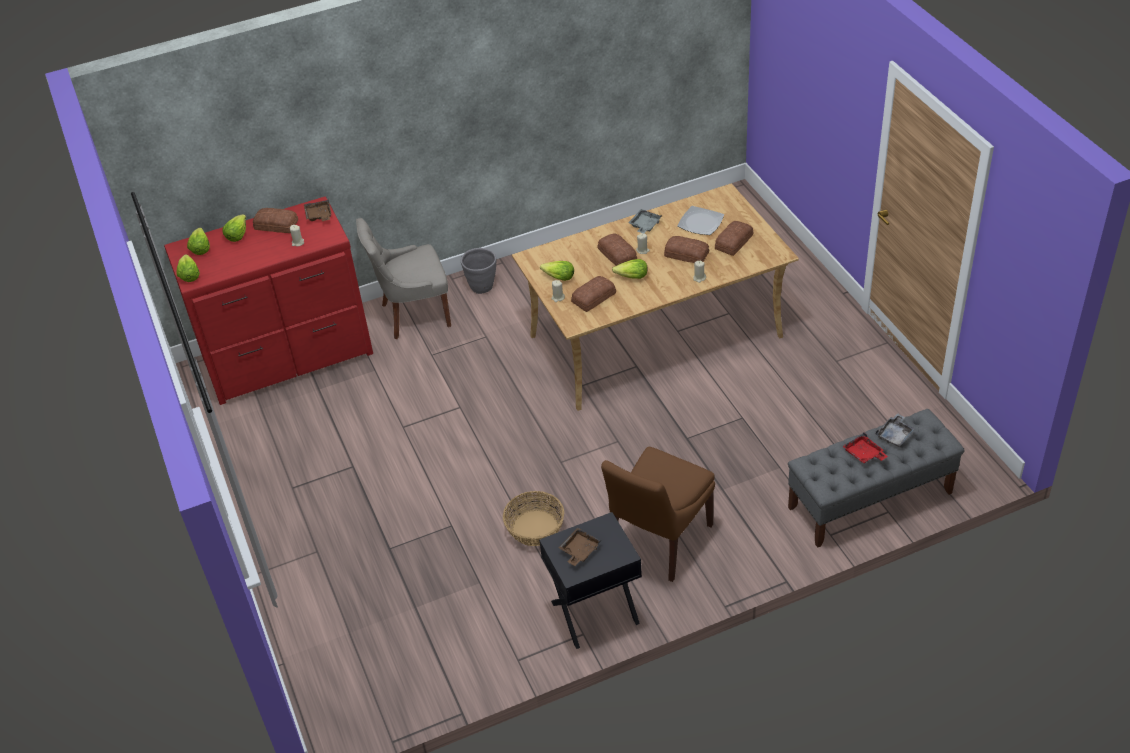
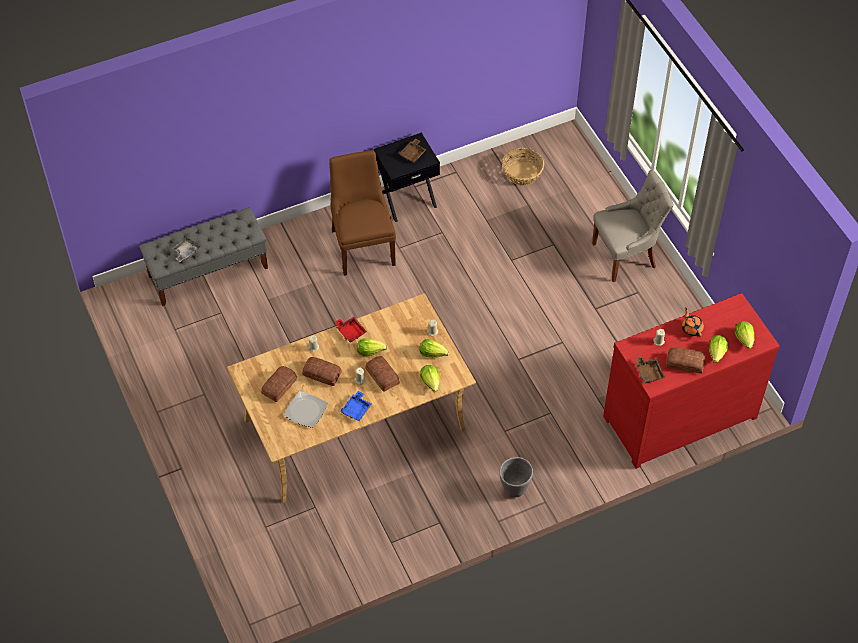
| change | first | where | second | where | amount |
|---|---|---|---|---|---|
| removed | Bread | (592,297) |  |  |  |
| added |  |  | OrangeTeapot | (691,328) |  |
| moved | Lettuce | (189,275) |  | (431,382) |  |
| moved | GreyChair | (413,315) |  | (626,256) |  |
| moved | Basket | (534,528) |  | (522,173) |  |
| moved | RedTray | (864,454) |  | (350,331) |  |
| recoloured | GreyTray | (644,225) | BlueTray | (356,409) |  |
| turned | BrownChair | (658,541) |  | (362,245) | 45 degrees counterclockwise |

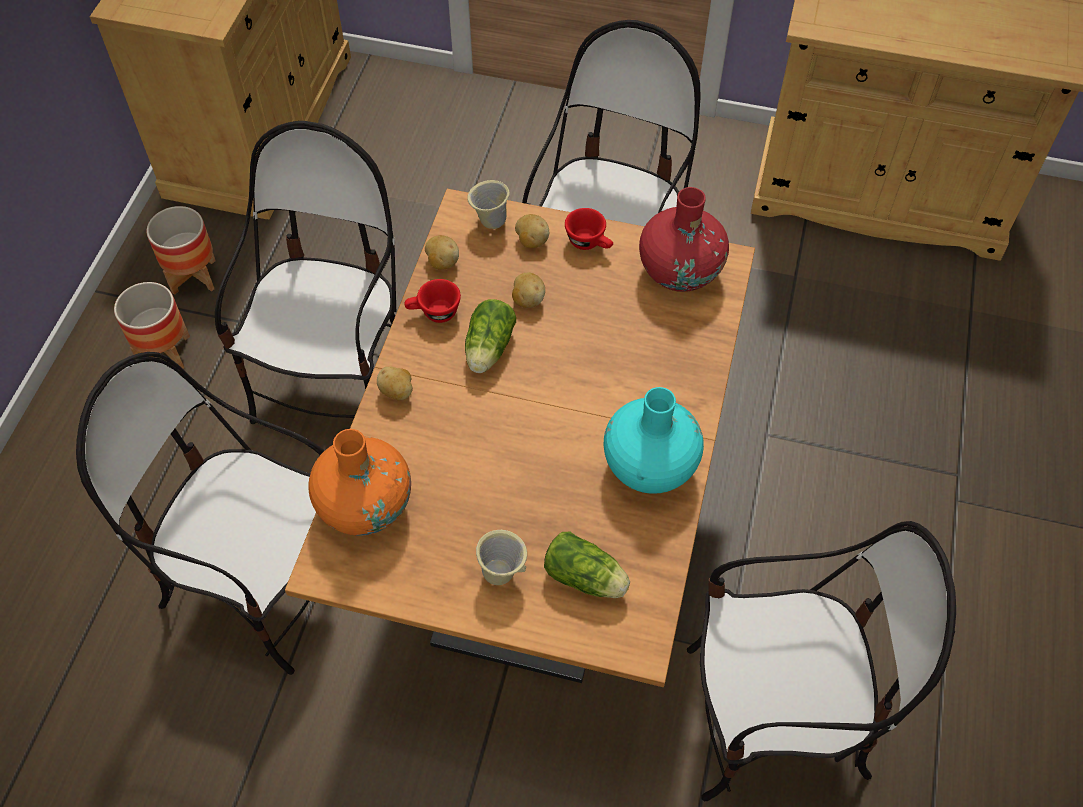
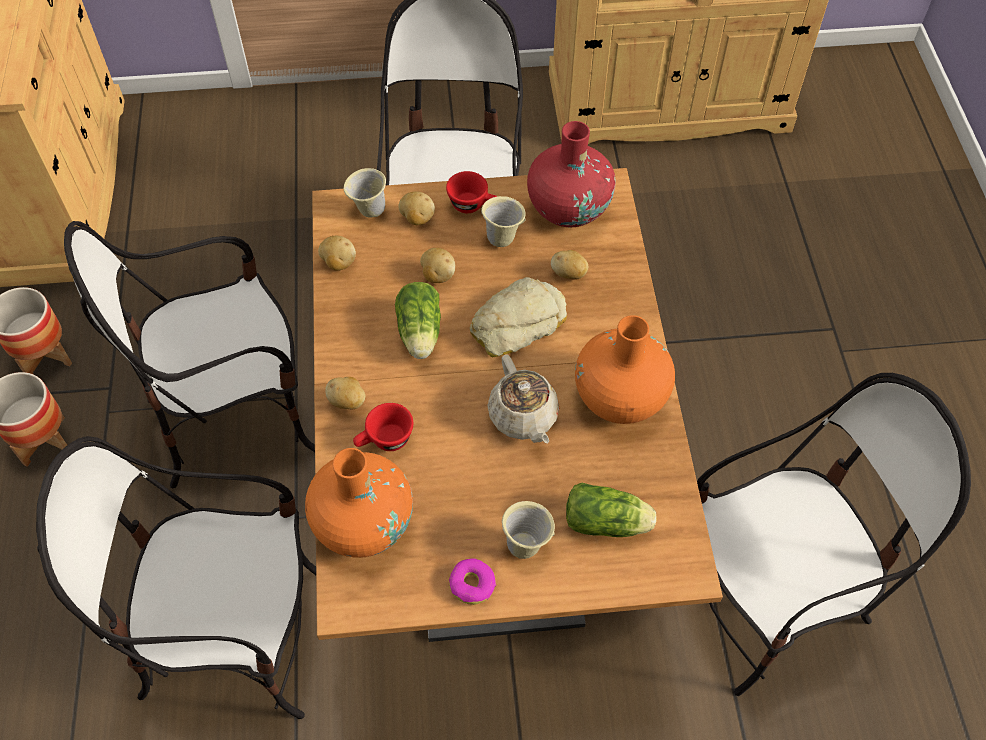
| change | first | where | second | where | amount |
|---|---|---|---|---|---|
| added |  |  | Donut | (472,585) |  |
| added |  |  | Bread | (517,323) |  |
| added |  |  | BeigeMug | (503,238) |  |
| added |  |  | BeigeTeapot | (523,416) |  |
| added |  |  | Potato | (568,274) |  |
| moved | RedCup | (434,313) |  | (385,441) |  |
| recoloured | TurquoiseVase | (649,466) | OrangeVase | (620,397) |  |
| turned | Chair | (336,381) |  | (234,417) | 105 degrees counterclockwise |

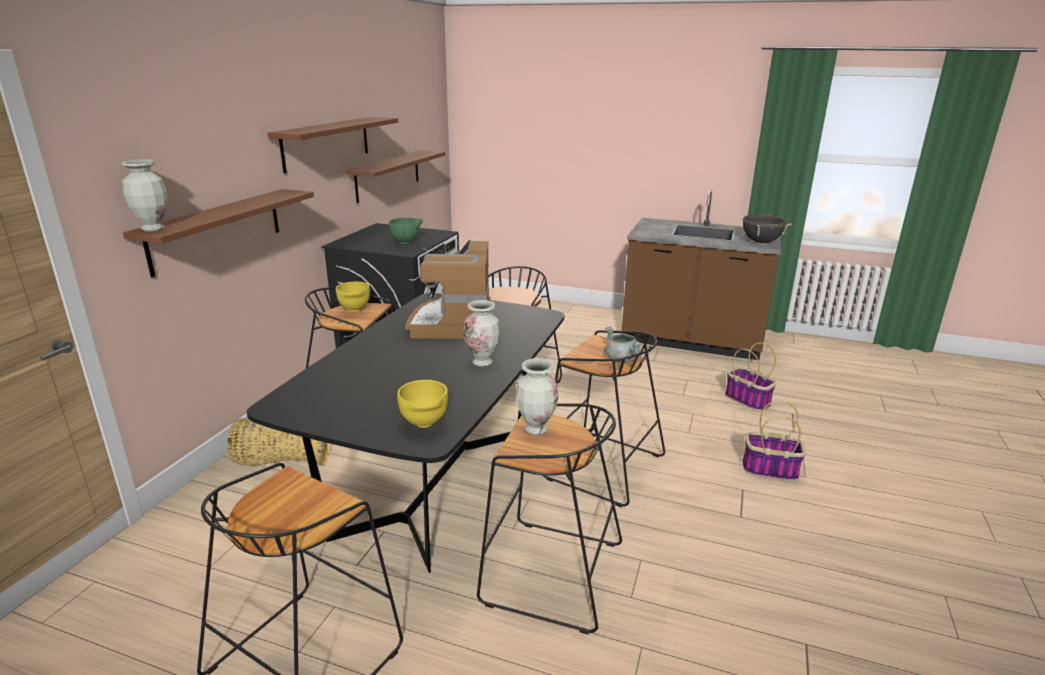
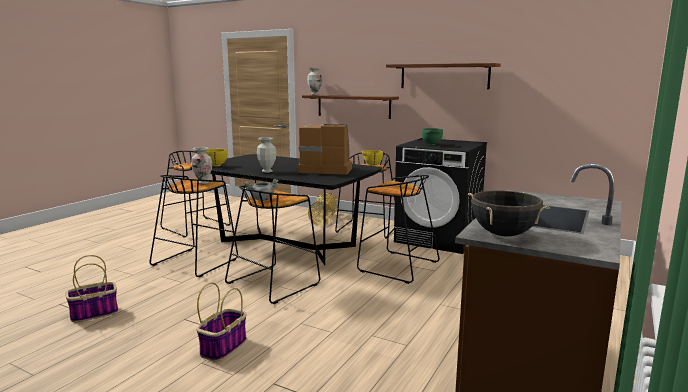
| change | first | where | second | where | amount |
|---|---|---|---|---|---|
| removed | BrownShelf | (388,175) |  |  |  |
| moved | Basket | (748,400) |  | (93,314) |  |

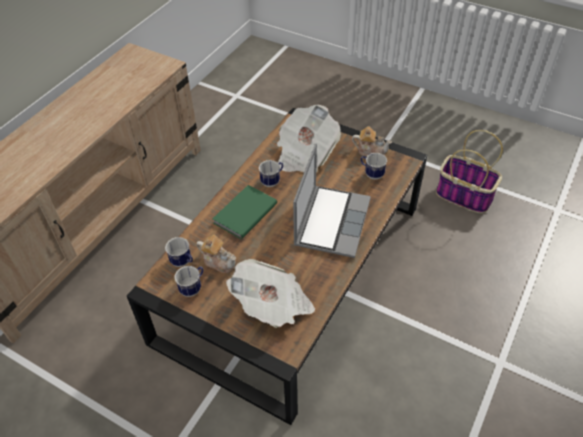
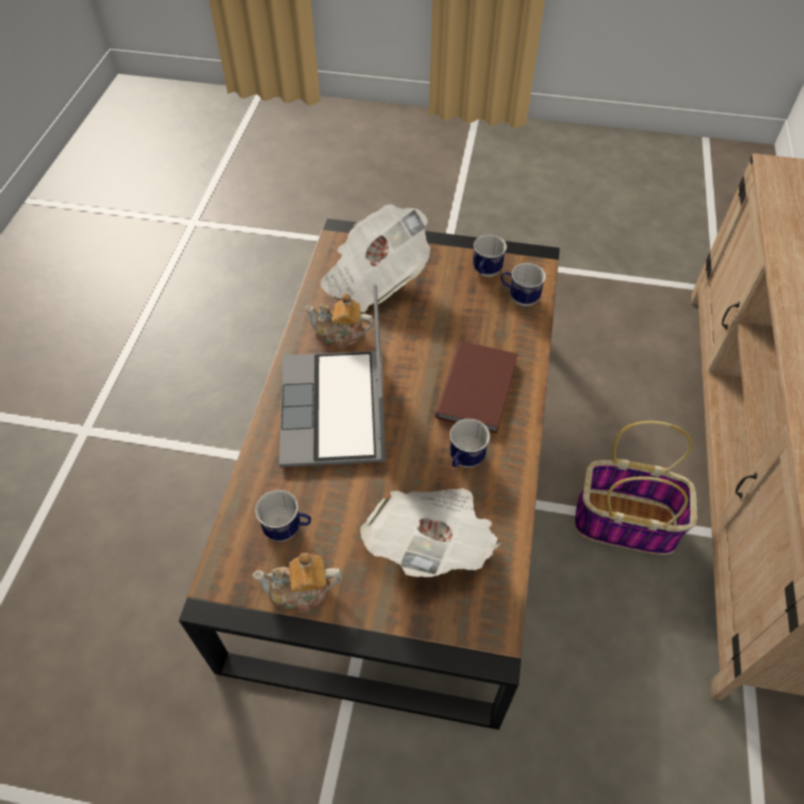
| change | first | where | second | where | amount |
|---|---|---|---|---|---|
| moved | Teapot | (219,261) |  | (340,334) |  |
| moved | Basket | (462,195) |  | (626,522) |  |
| recoloured | GreenBook | (243,213) | BrownBook | (479,388) |  |

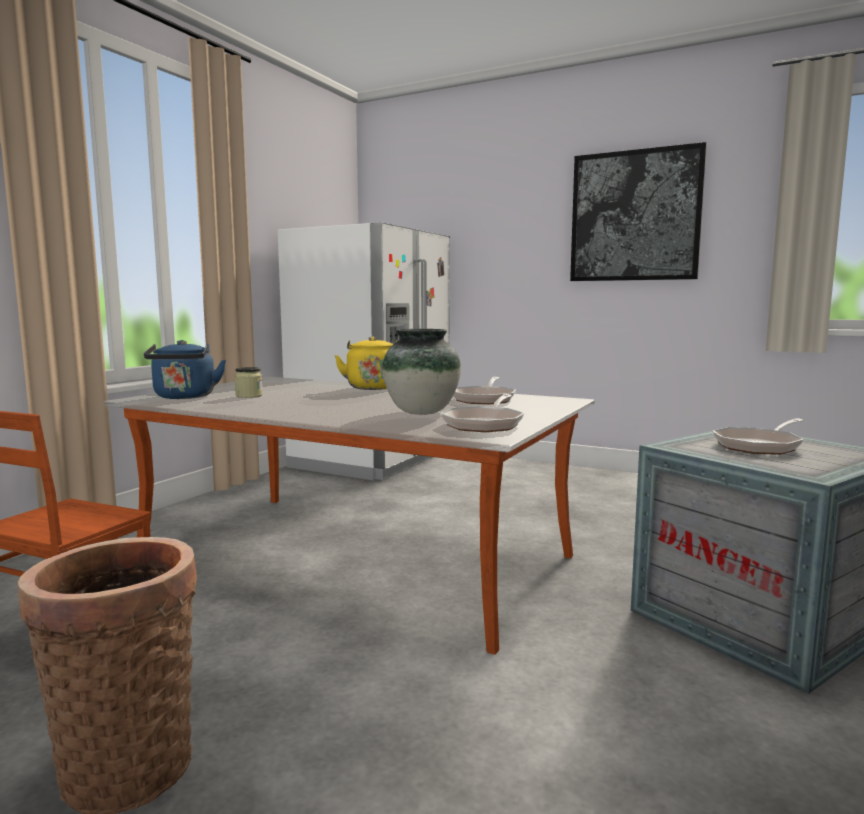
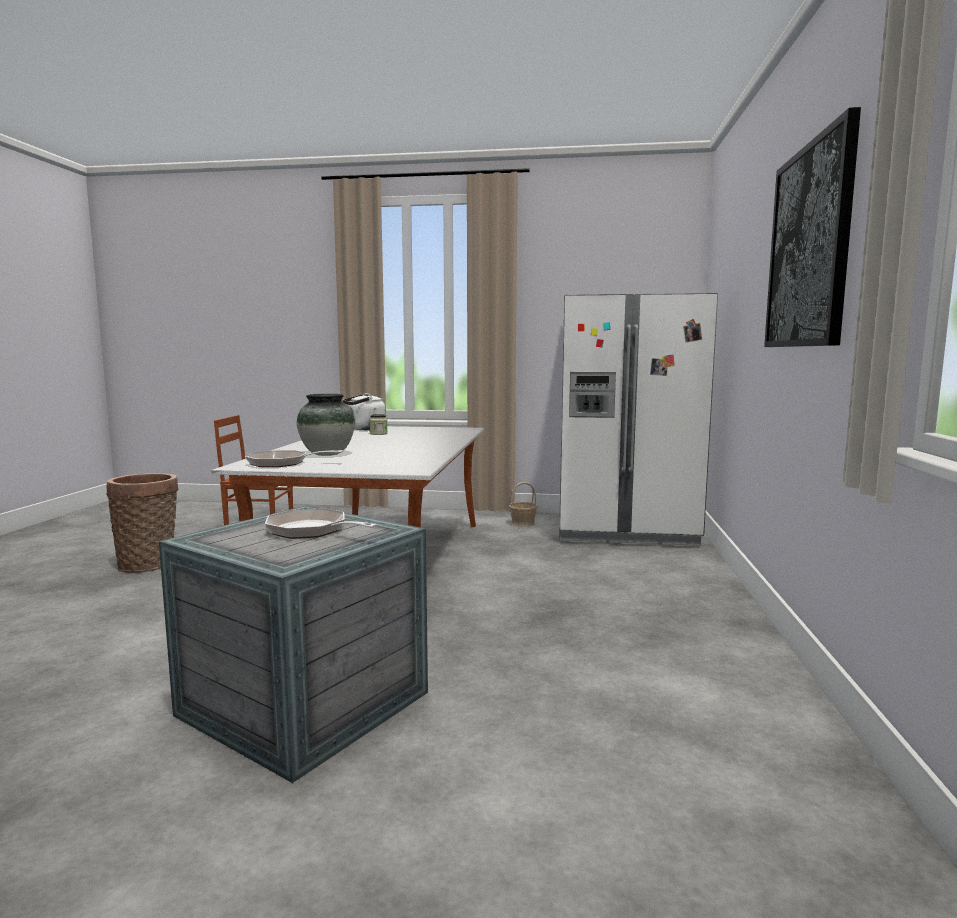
| change | first | where | second | where | amount |
|---|---|---|---|---|---|
| removed | YellowKettle | (372,387) |  |  |  |
| removed | FryingPan | (484,399) |  |  |  |
| added |  |  | Basket | (523,523) |  |
| recoloured | BlueKettle | (184,397) | WhiteKettle | (364,429) |  |

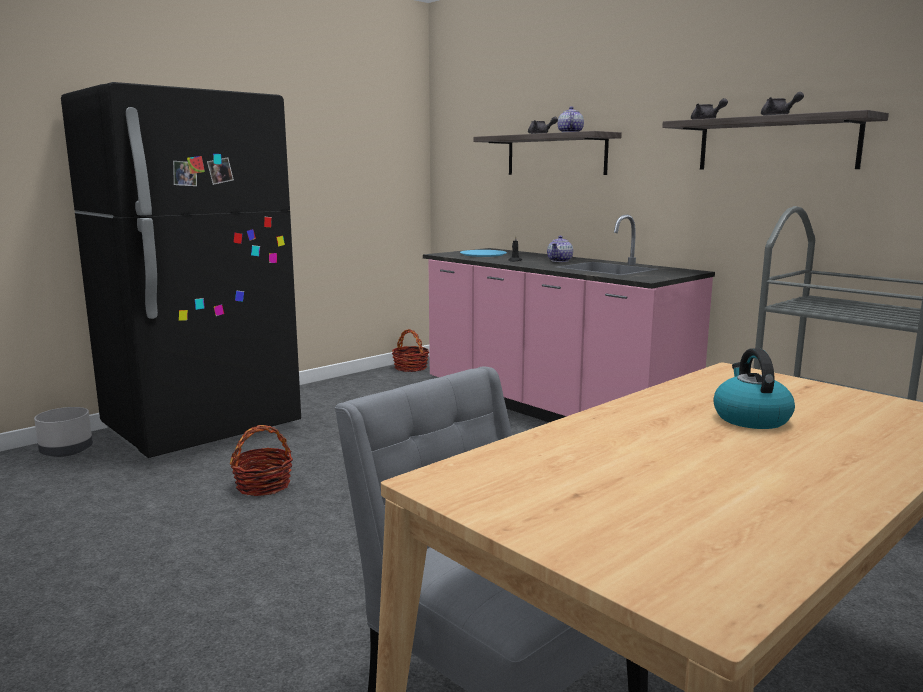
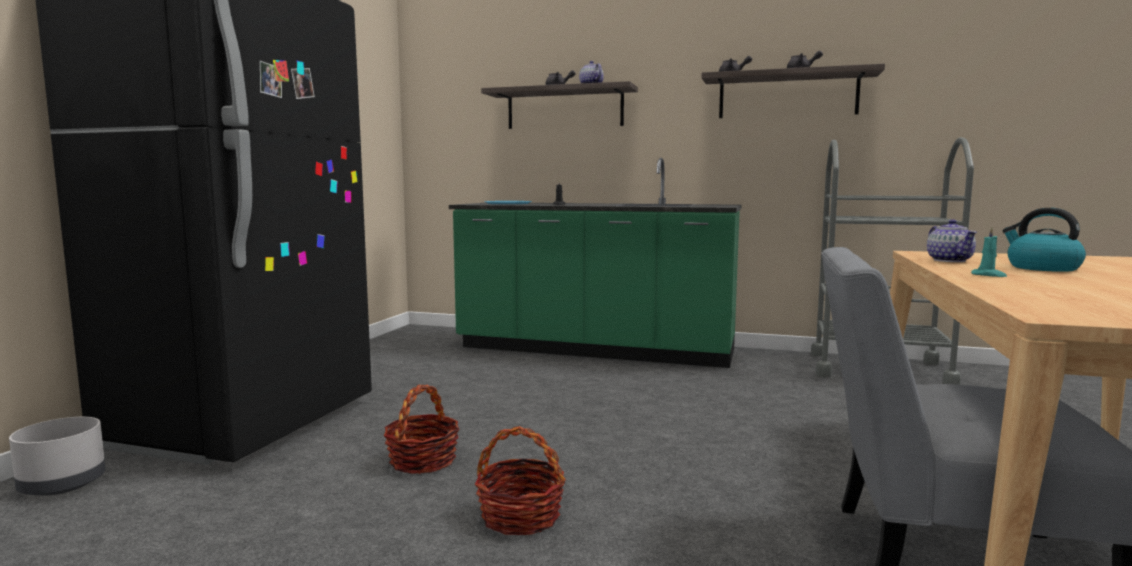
| change | first | where | second | where | amount |
|---|---|---|---|---|---|
| added |  |  | TurquoiseCandle | (988,275) |  |
| moved | Basket | (410,368) |  | (520,517) |  |
| moved | Teapot | (560,261) |  | (949,260) |  |
| recoloured | PinkCounter | (550,410) | GreenCounter | (595,350) |  |

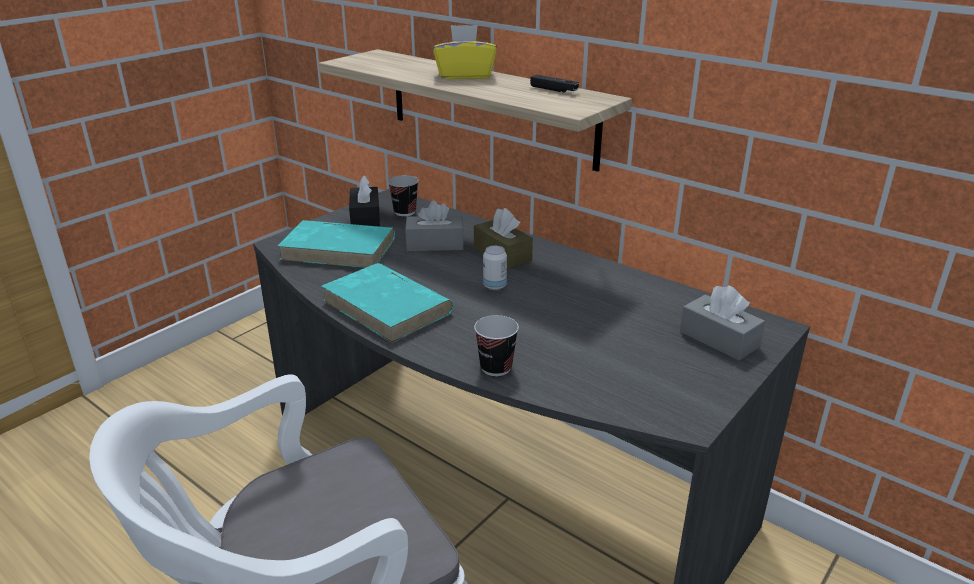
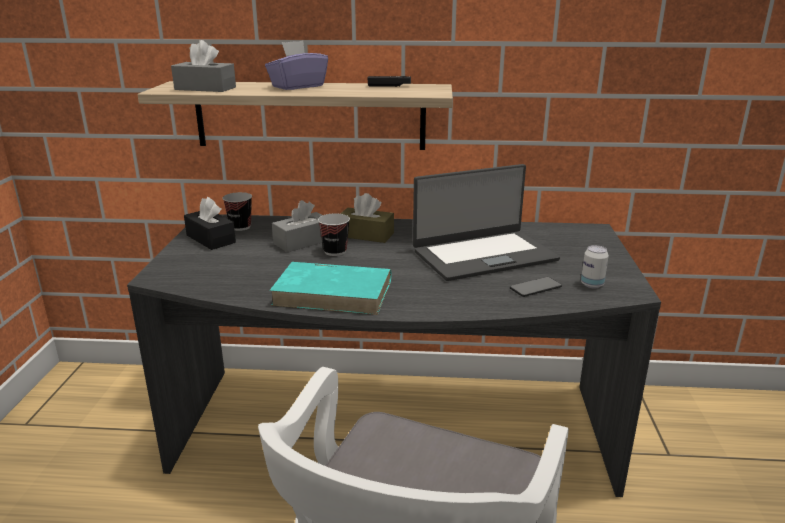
| change | first | where | second | where | amount |
|---|---|---|---|---|---|
| removed | TurquoiseBook | (340,249) |  |  |  |
| added |  |  | Laptop | (483,255) |  |
| added |  |  | Phone | (535,288) |  |
| moved | Cup | (496,367) |  | (335,251) |  |
| moved | Can | (494,286) |  | (592,284) |  |
| moved | GreyTissueBox | (719,339) |  | (205,88) |  |
| recoloured | YellowTissueBox | (464,75) | PurpleTissueBox | (297,86) |  |

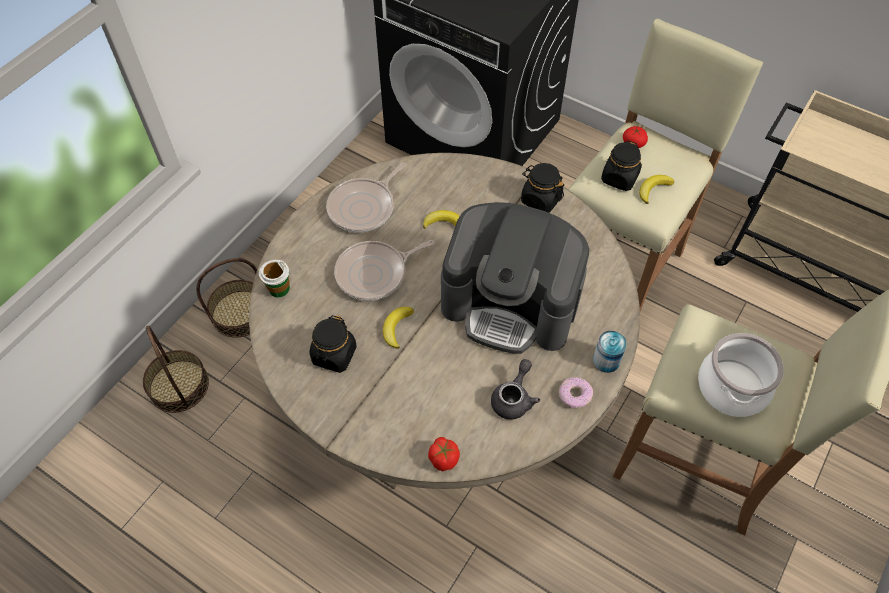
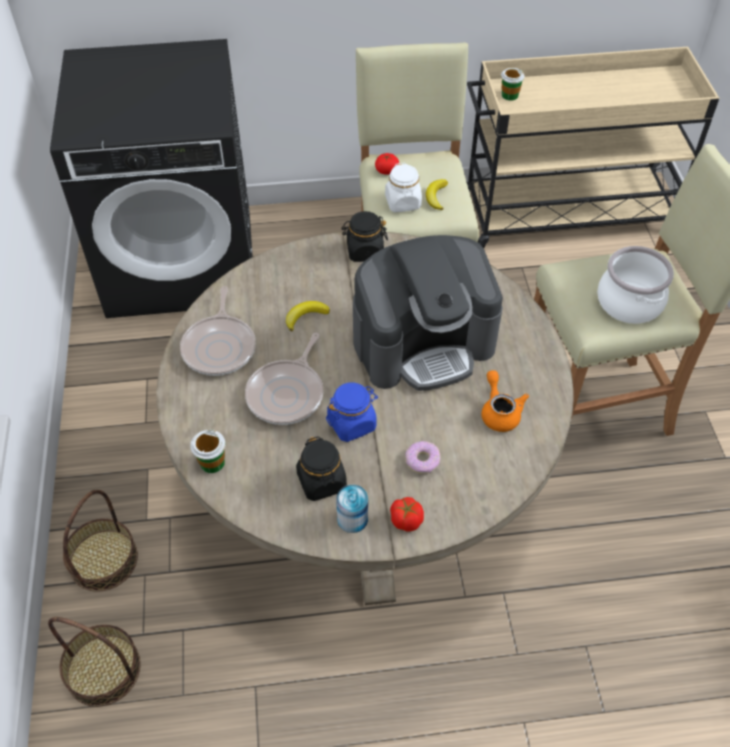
| change | first | where | second | where | amount |
|---|---|---|---|---|---|
| added |  |  | Cup | (509,95) |  |
| moved | Tomato | (443,458) |  | (406,520) |  |
| moved | Donut | (574,395) |  | (422,460) |  |
| moved | Can | (606,360) |  | (352,519) |  |
| replaced | Banana | (396,328) | BlueJar | (352,423) |  |
| recoloured | GreyTeapot | (514,398) | OrangeTeapot | (499,412) |  |
| recoloured | BlackJar | (619,178) | WhiteJar | (403,203) |  |

